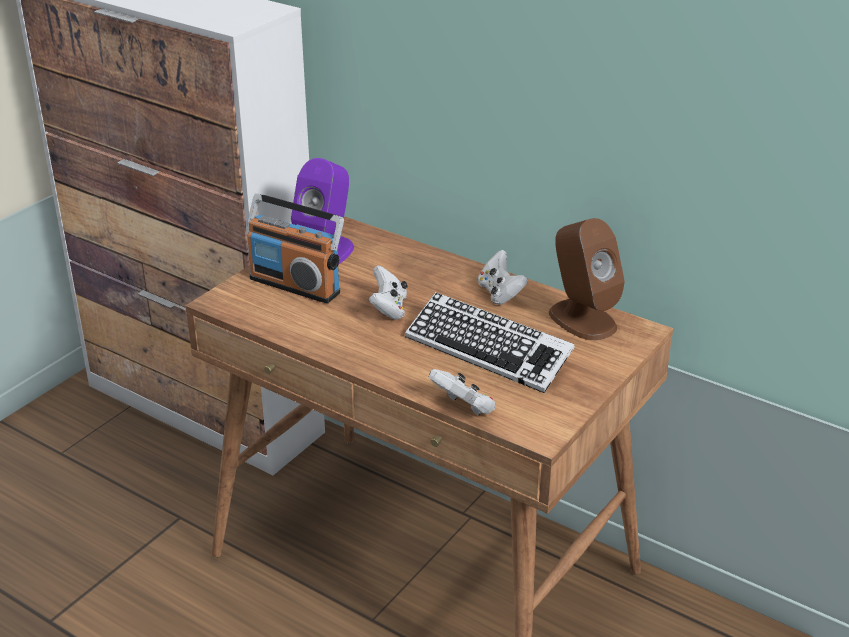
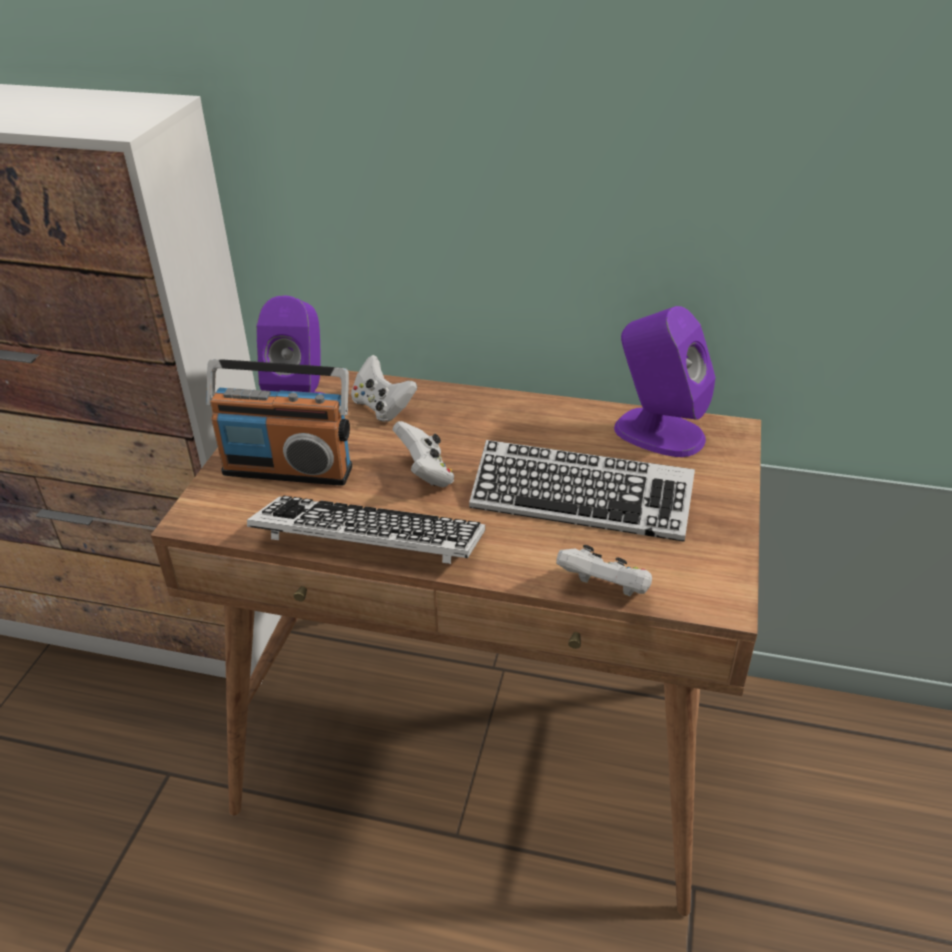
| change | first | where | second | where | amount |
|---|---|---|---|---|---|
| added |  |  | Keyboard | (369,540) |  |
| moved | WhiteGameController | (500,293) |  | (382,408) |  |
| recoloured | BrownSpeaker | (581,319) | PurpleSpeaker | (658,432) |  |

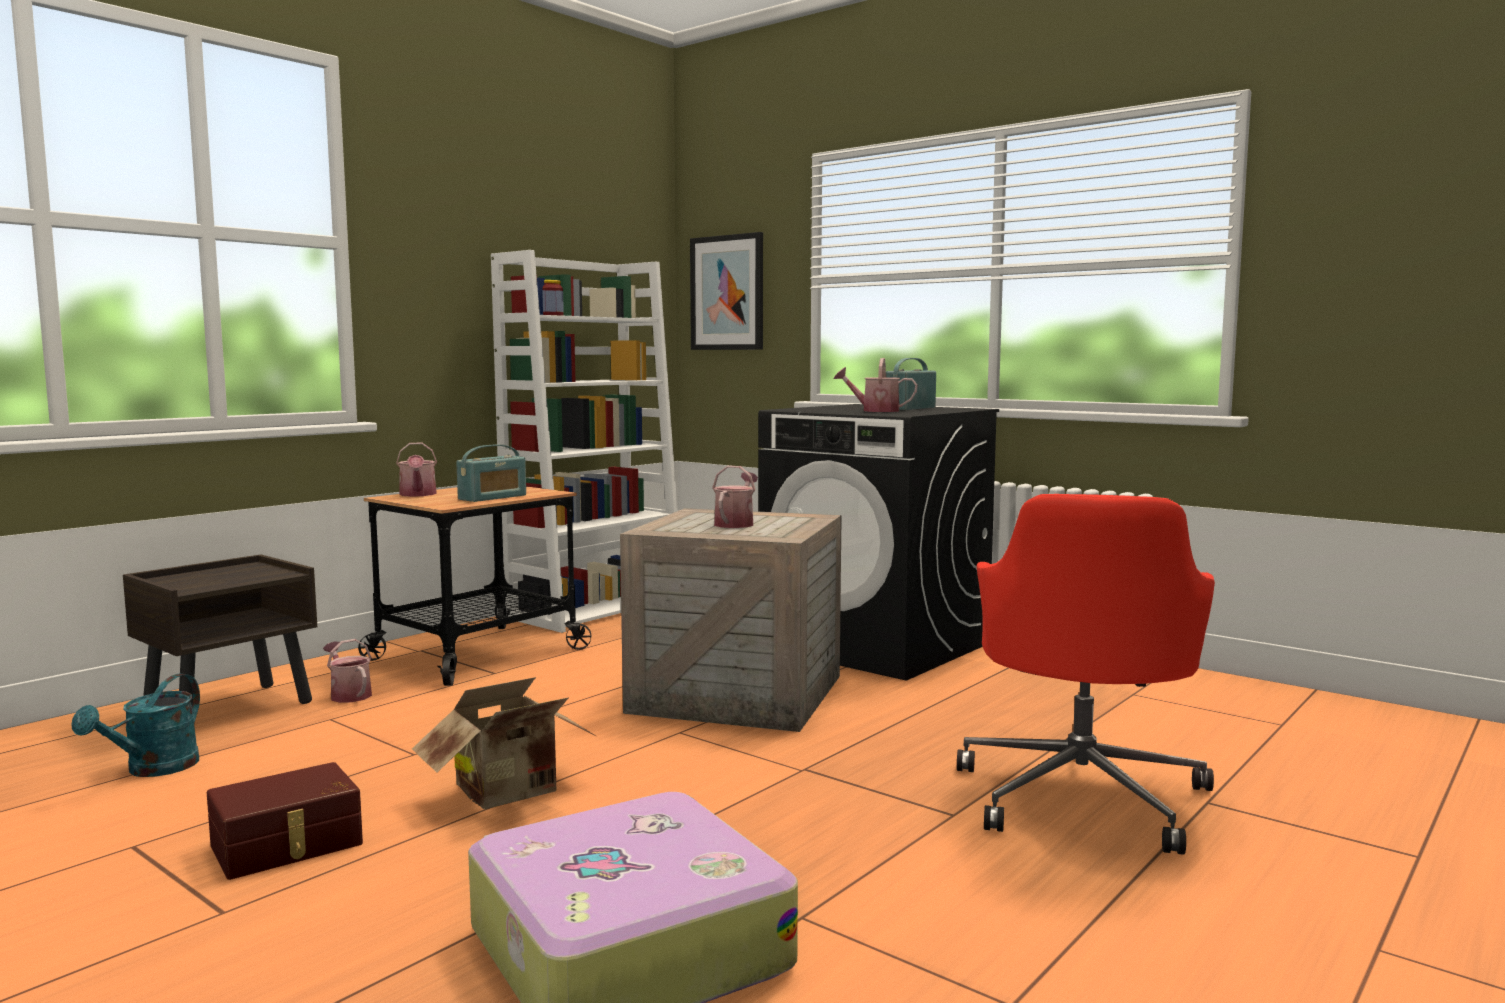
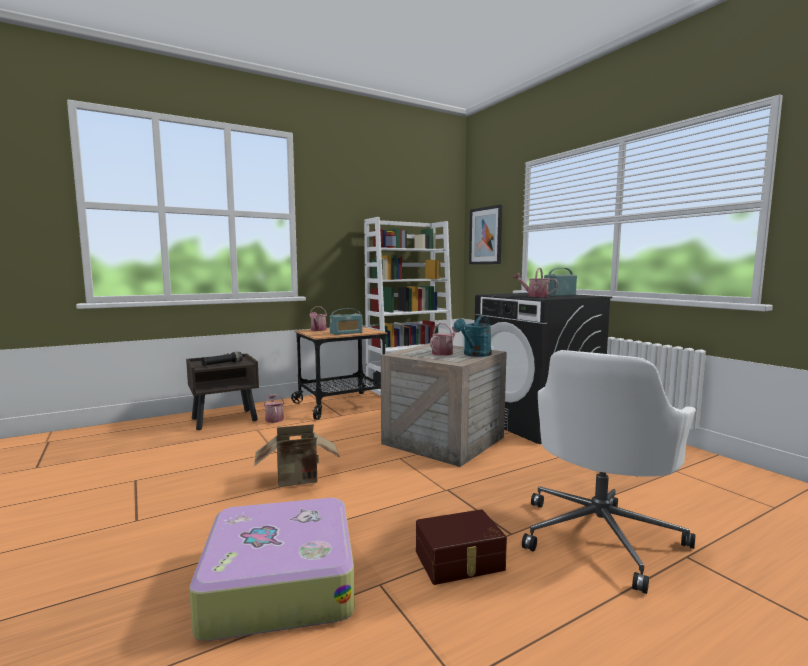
| change | first | where | second | where | amount |
|---|---|---|---|---|---|
| added |  |  | BlackFlashlight | (222,364) |  |
| moved | TurquoiseWateringCan | (153,770) |  | (474,355) |  |
| moved | BrownStorageBox | (288,845) |  | (460,561) |  |
| recoloured | RedOfficeChair | (1082,795) | WhiteOfficeChair | (600,535) |  |

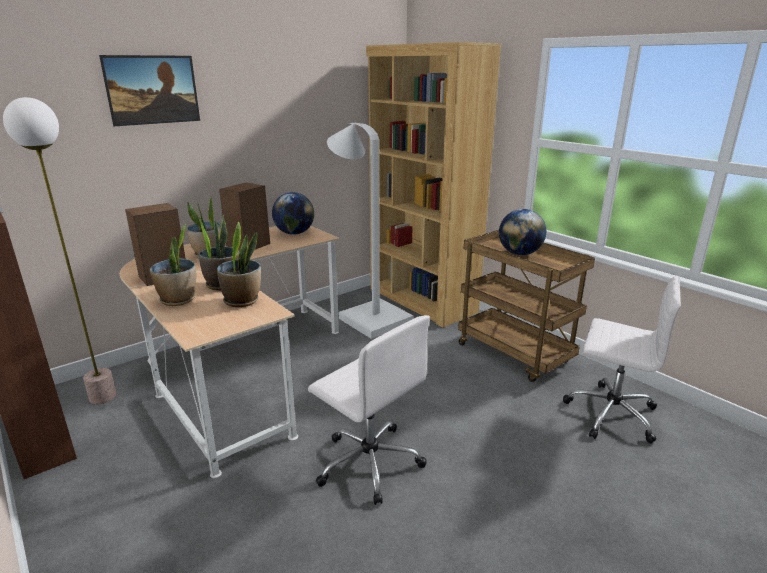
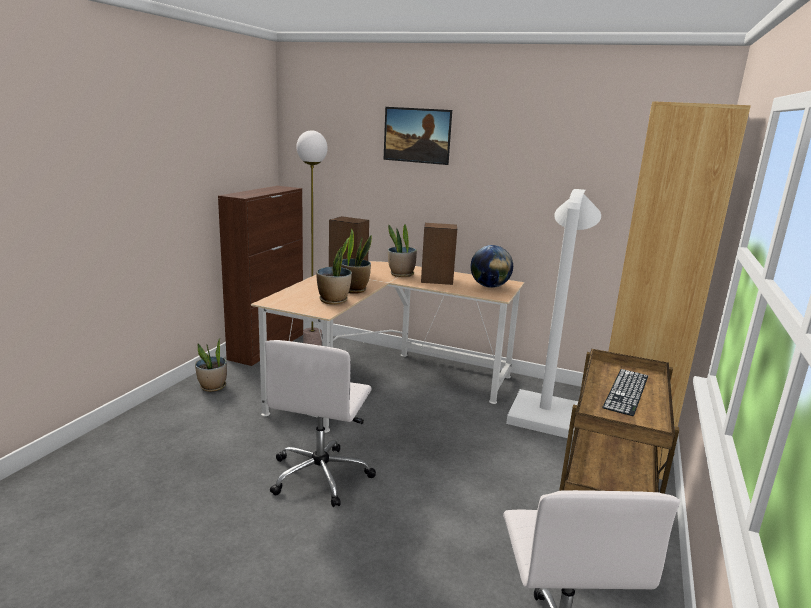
| change | first | where | second | where | amount |
|---|---|---|---|---|---|
| moved | PottedPlant | (178,300) |  | (213,387) |  |
| replaced | Globe | (519,253) | Keyboard | (626,391) |  |

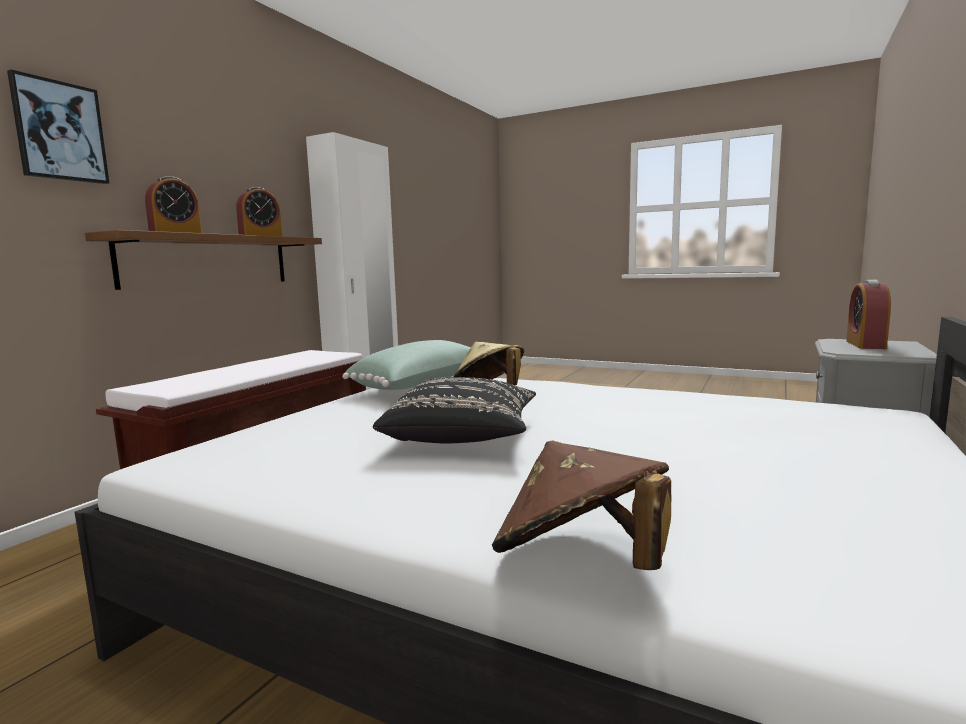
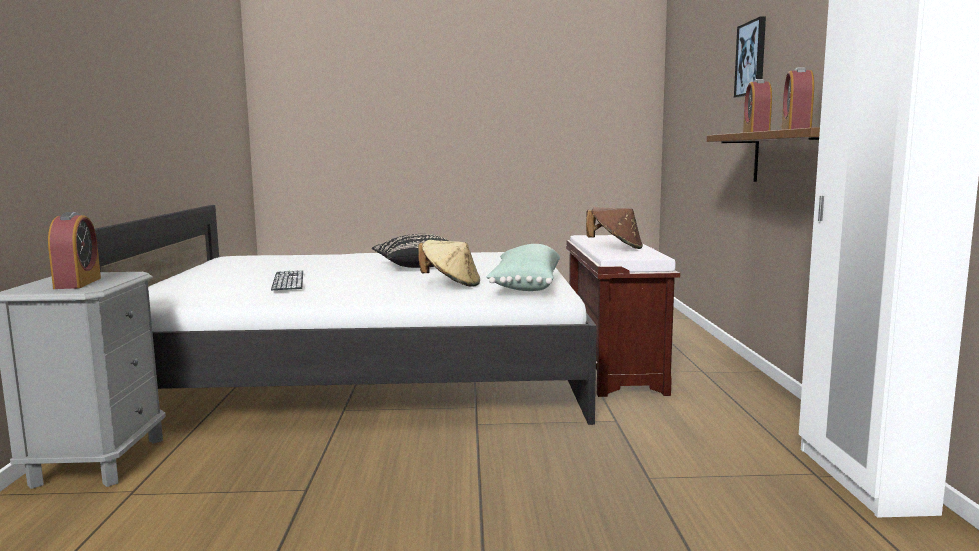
| change | first | where | second | where | amount |
|---|---|---|---|---|---|
| added |  |  | Keyboard | (288,280) |  |
| moved | BrownHat | (580,564) |  | (616,247) |  |

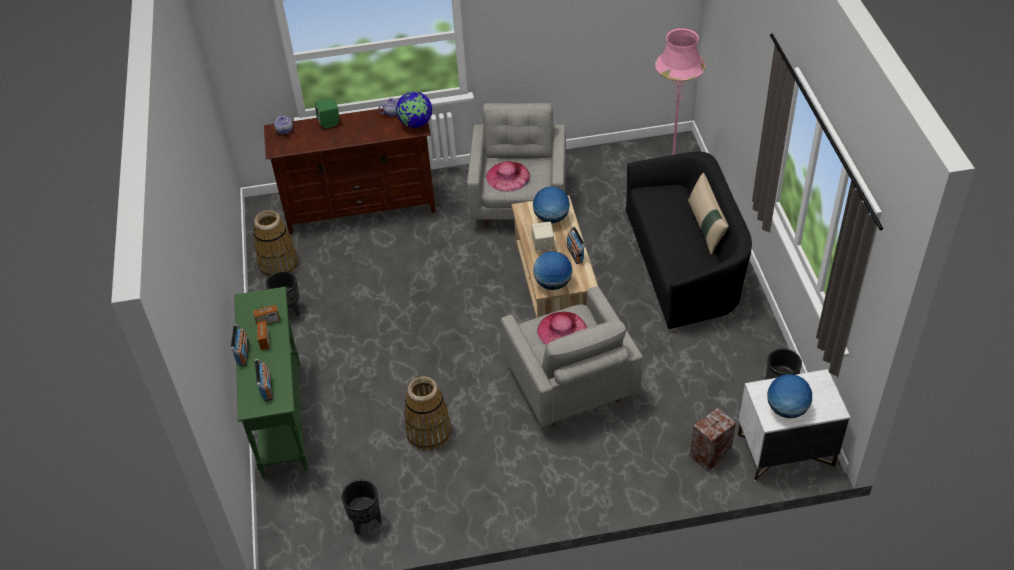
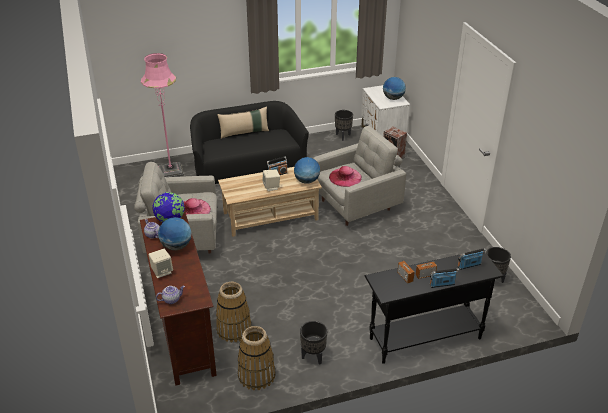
| change | first | where | second | where | amount |
|---|---|---|---|---|---|
| moved | Basket | (429,432) |  | (234,329) |  |
| moved | Globe | (551,218) |  | (176,246) |  |
| recoloured | GreenConsoleTable | (282,418) | BlackConsoleTable | (424,338) |  |
| recoloured | GreenSpeaker | (329,122) | BeigeSpeaker | (162,271) |  |

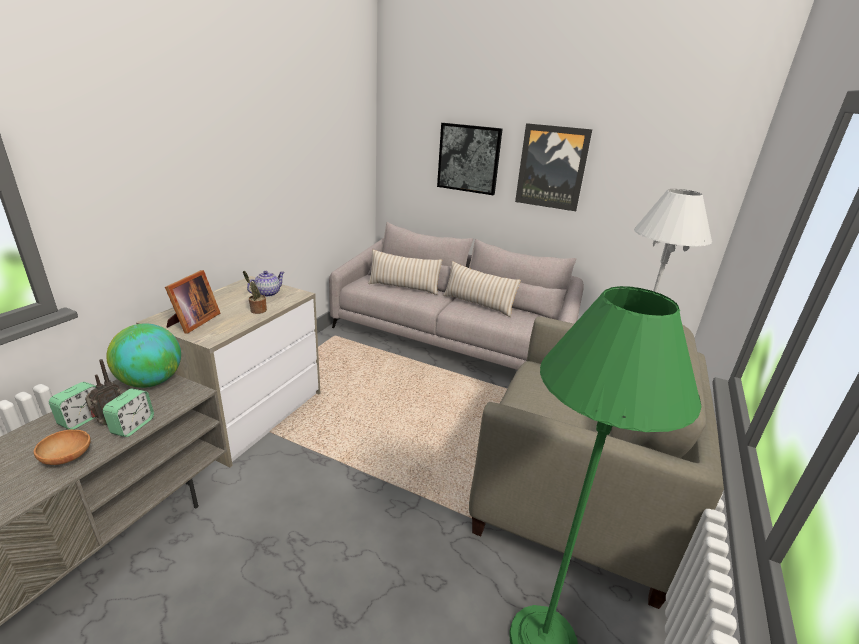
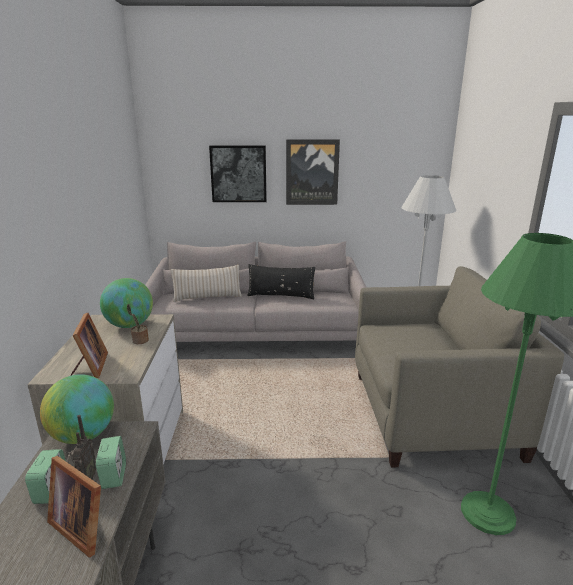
| change | first | where | second | where | amount |
|---|---|---|---|---|---|
| replaced | BrownBowl | (68,458) | PictureFrame | (82,525) |  |
| replaced | Teapot | (267,293) | Globe | (129,325) |  |
| recoloured | BeigePillow | (478,304) | BlackPillow | (281,295) |  |

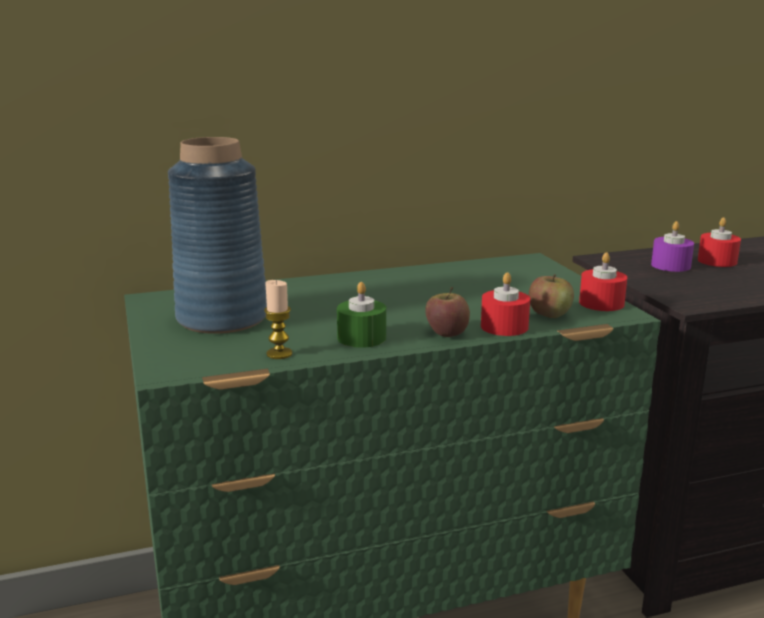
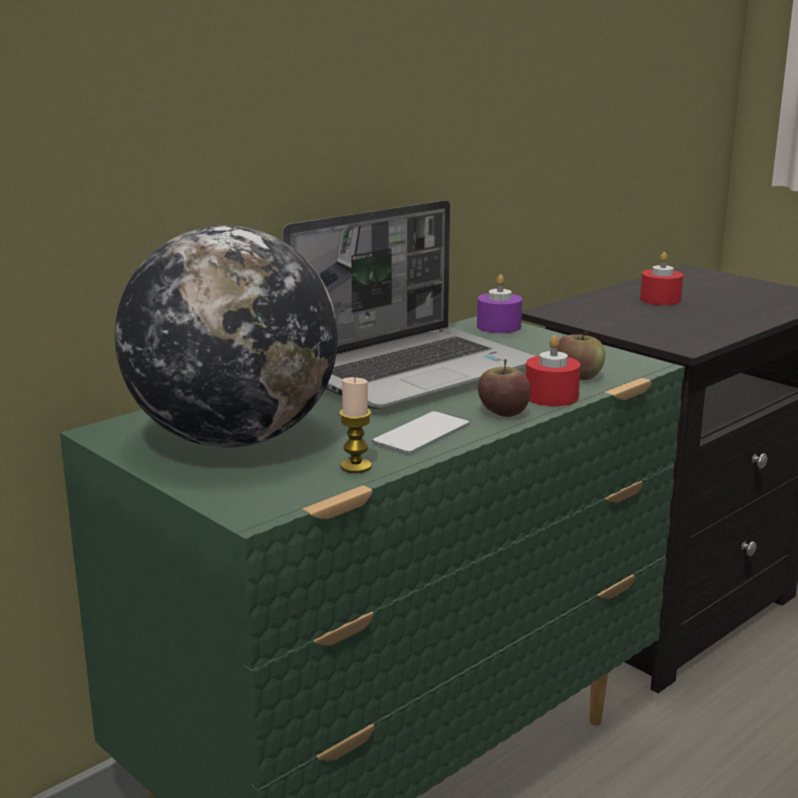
| change | first | where | second | where | amount |
|---|---|---|---|---|---|
| removed | RedCandle | (601,303) |  |  |  |
| added |  |  | Laptop | (415,371) |  |
| moved | PurpleCandle | (670,265) |  | (499,326) |  |
| replaced | BlueVase | (223,318) | Globe | (233,439) |  |
| replaced | GreenCandle | (361,338) | Phone | (422,433) |  |

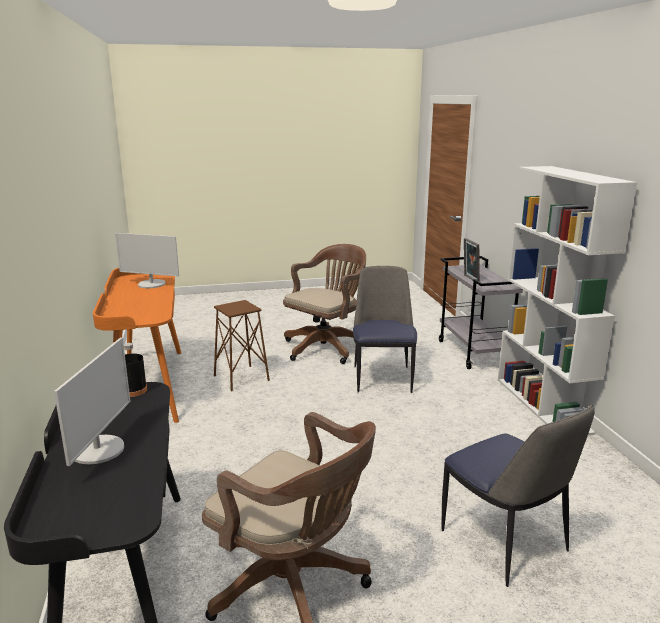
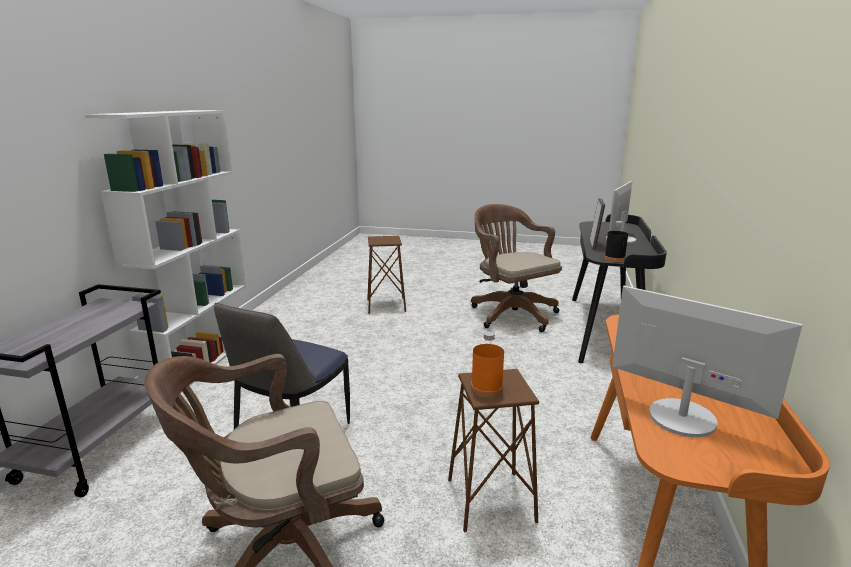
| change | first | where | second | where | amount |
|---|---|---|---|---|---|
| added |  |  | OrangeBottle | (486,388) |  |
| moved | PictureFrame | (469,279) |  | (594,245) |  |
| replaced | Chair | (505,543) | BrownStool | (386,305) |  |

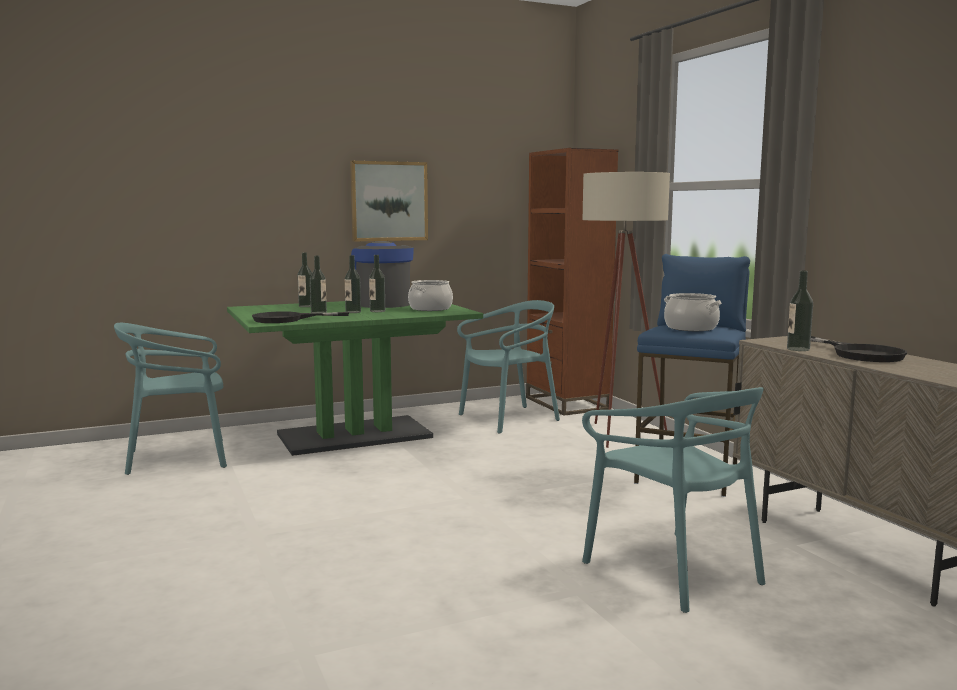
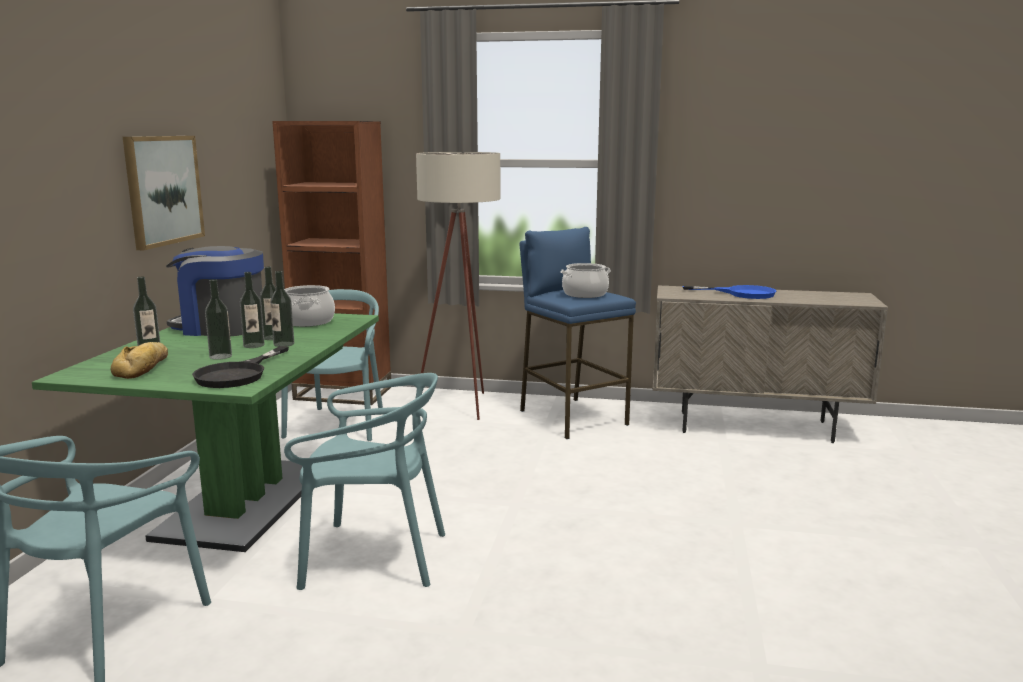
| change | first | where | second | where | amount |
|---|---|---|---|---|---|
| added |  |  | Bread | (144,367) |  |
| moved | TurquoiseChair | (673,570) |  | (374,557) |  |
| moved | Bottle | (798,349) |  | (284,344) |  |
| recoloured | BlackFryingPan | (859,354) | BlueFryingPan | (741,294) |  |

